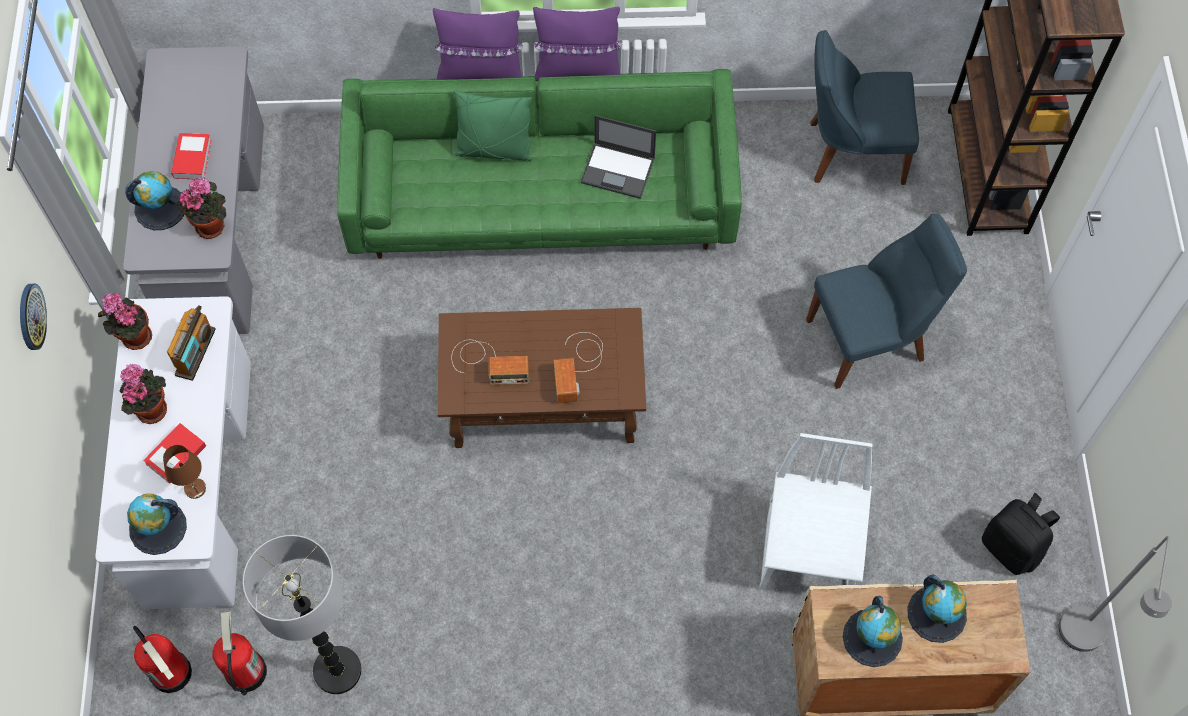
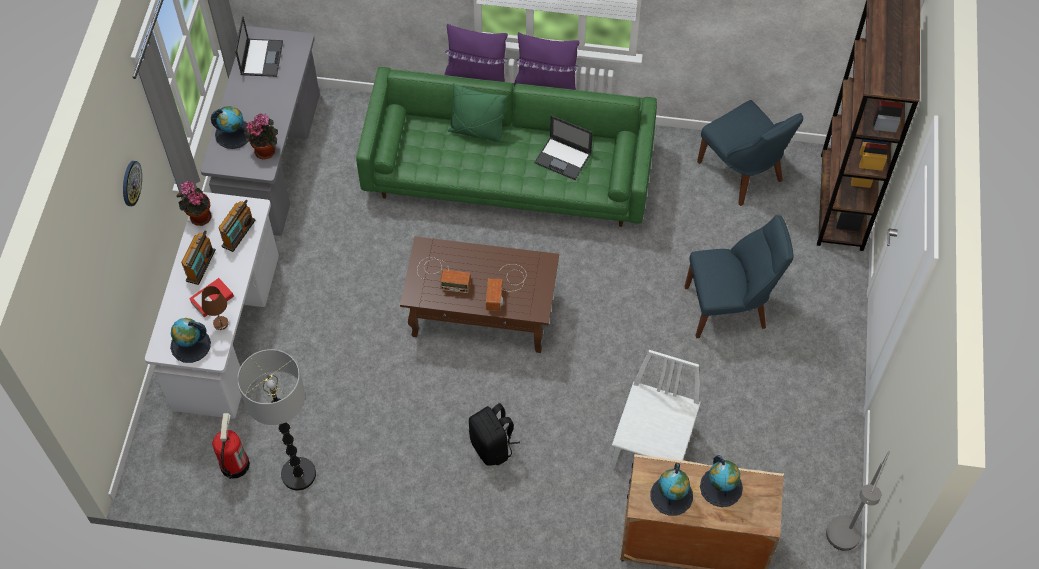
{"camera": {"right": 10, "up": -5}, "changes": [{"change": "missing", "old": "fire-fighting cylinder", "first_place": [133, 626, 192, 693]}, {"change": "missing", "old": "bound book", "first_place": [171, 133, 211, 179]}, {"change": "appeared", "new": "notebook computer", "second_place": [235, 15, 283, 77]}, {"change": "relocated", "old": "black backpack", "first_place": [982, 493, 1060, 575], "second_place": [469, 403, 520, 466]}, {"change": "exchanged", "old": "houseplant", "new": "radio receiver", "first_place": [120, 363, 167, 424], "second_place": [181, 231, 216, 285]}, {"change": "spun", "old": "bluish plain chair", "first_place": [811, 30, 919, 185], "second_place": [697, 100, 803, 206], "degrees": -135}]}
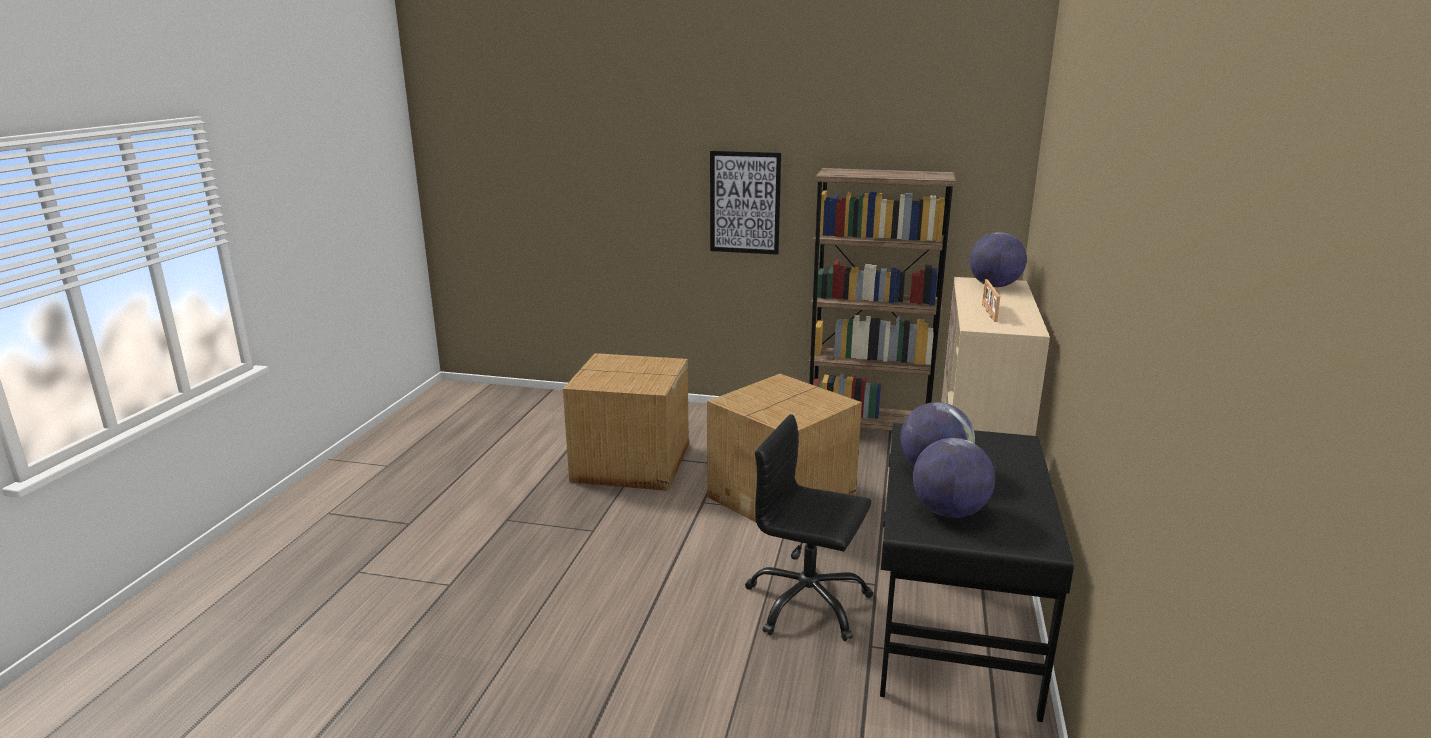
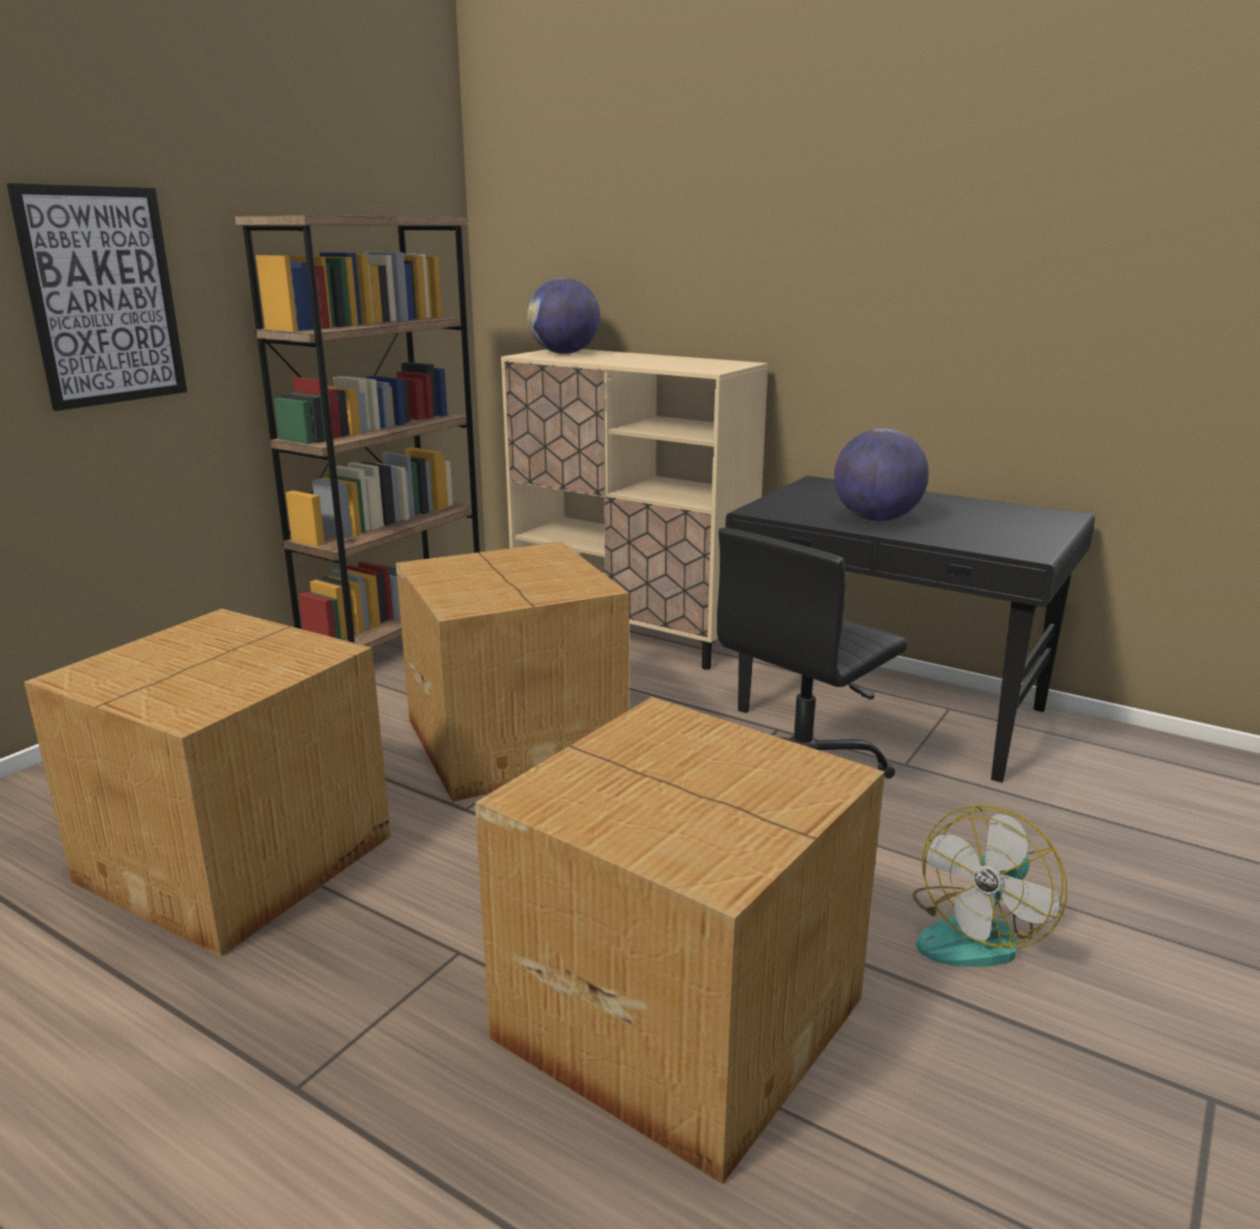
{"camera": {"right": -70, "up": 0}, "changes": [{"change": "missing", "old": "globe", "first_place": [913, 438, 995, 518]}, {"change": "missing", "old": "standing frame", "first_place": [982, 279, 1000, 322]}, {"change": "appeared", "new": "carton", "second_place": [475, 697, 885, 1185]}, {"change": "appeared", "new": "electric fan", "second_place": [913, 804, 1067, 967]}]}
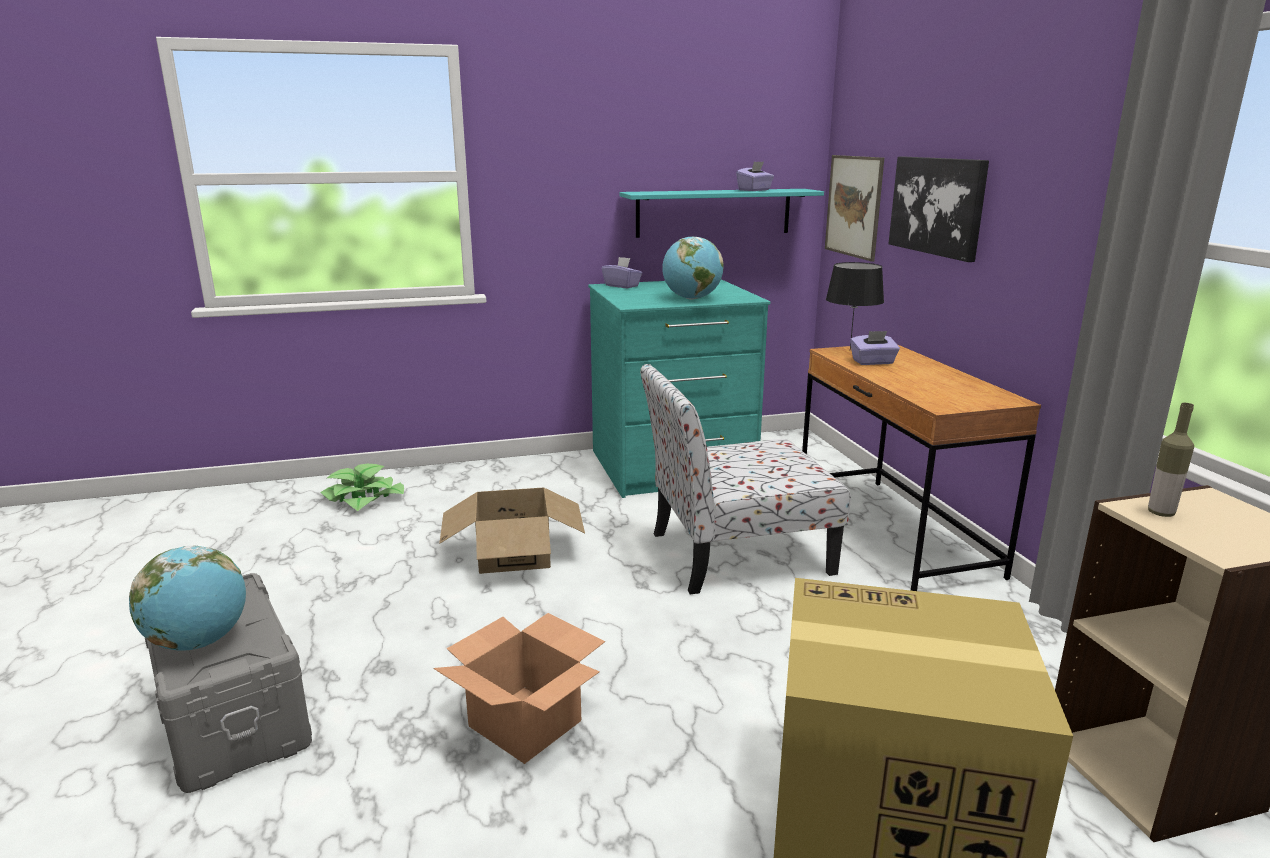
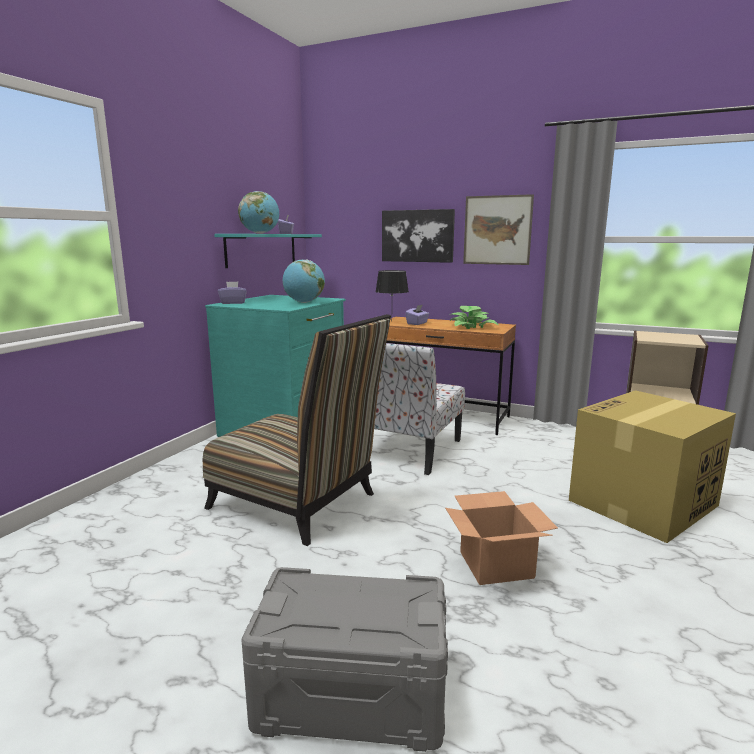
{"camera": {"right": -50, "up": -5}, "changes": [{"change": "missing", "old": "drink bottle", "first_place": [1148, 403, 1194, 517]}, {"change": "relocated", "old": "globe", "first_place": [129, 545, 246, 651], "second_place": [238, 191, 279, 234]}, {"change": "relocated", "old": "houseplant", "first_place": [320, 464, 404, 511], "second_place": [450, 306, 498, 329]}, {"change": "relocated", "old": "wall art", "first_place": [825, 155, 884, 262], "second_place": [463, 194, 534, 265]}, {"change": "exchanged", "old": "carton", "new": "plain chair", "first_place": [439, 487, 585, 574], "second_place": [203, 314, 391, 546]}]}
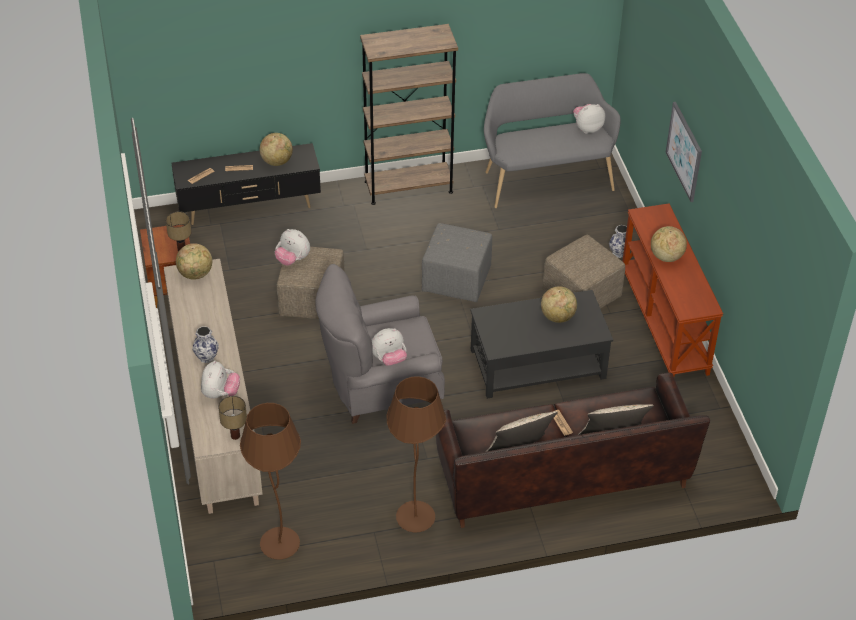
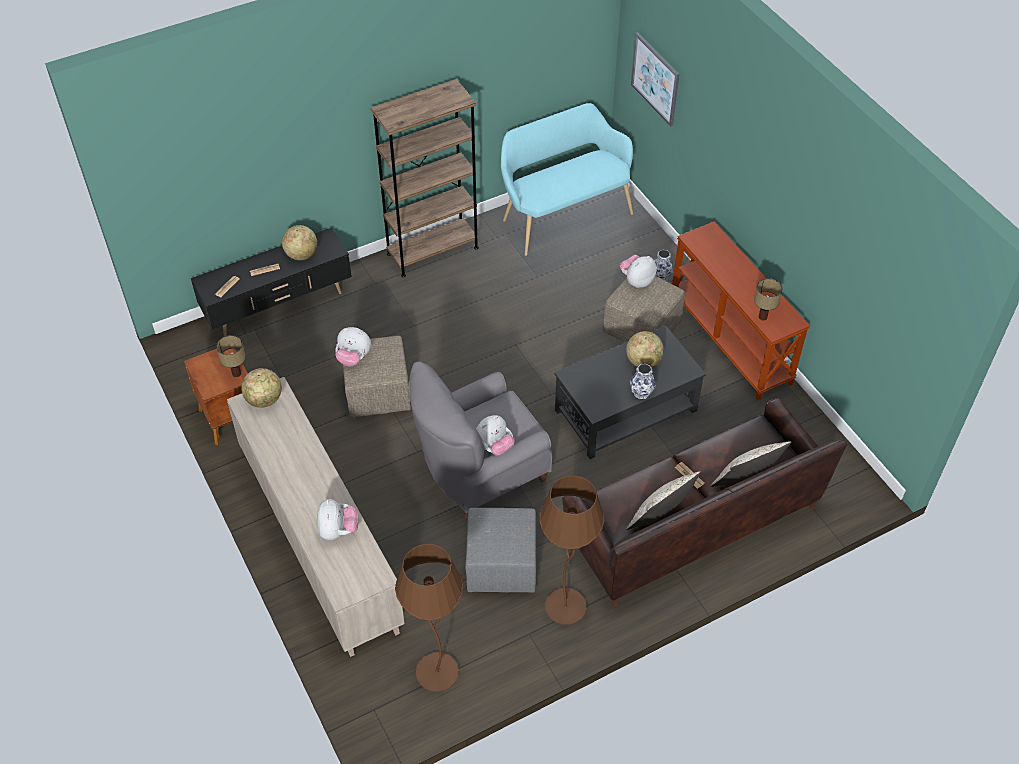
{"camera": {"right": -15, "up": 5}, "changes": [{"change": "missing", "old": "globe", "first_place": [651, 226, 687, 262]}, {"change": "relocated", "old": "decorative vase", "first_place": [192, 326, 219, 363], "second_place": [630, 364, 656, 399]}, {"change": "relocated", "old": "tabletop lamp", "first_place": [218, 396, 247, 440], "second_place": [754, 278, 783, 321]}, {"change": "relocated", "old": "gray ottoman", "first_place": [422, 223, 492, 302], "second_place": [465, 508, 536, 593]}, {"change": "relocated", "old": "plush toy", "first_place": [573, 104, 605, 134], "second_place": [620, 255, 657, 288]}, {"change": "relocated", "old": "wall art", "first_place": [666, 102, 702, 202], "second_place": [631, 32, 679, 127]}, {"change": "colour", "old": "gray long seat", "new": "turquoise long seat", "first_place": [484, 73, 621, 208], "second_place": [501, 103, 633, 256]}]}
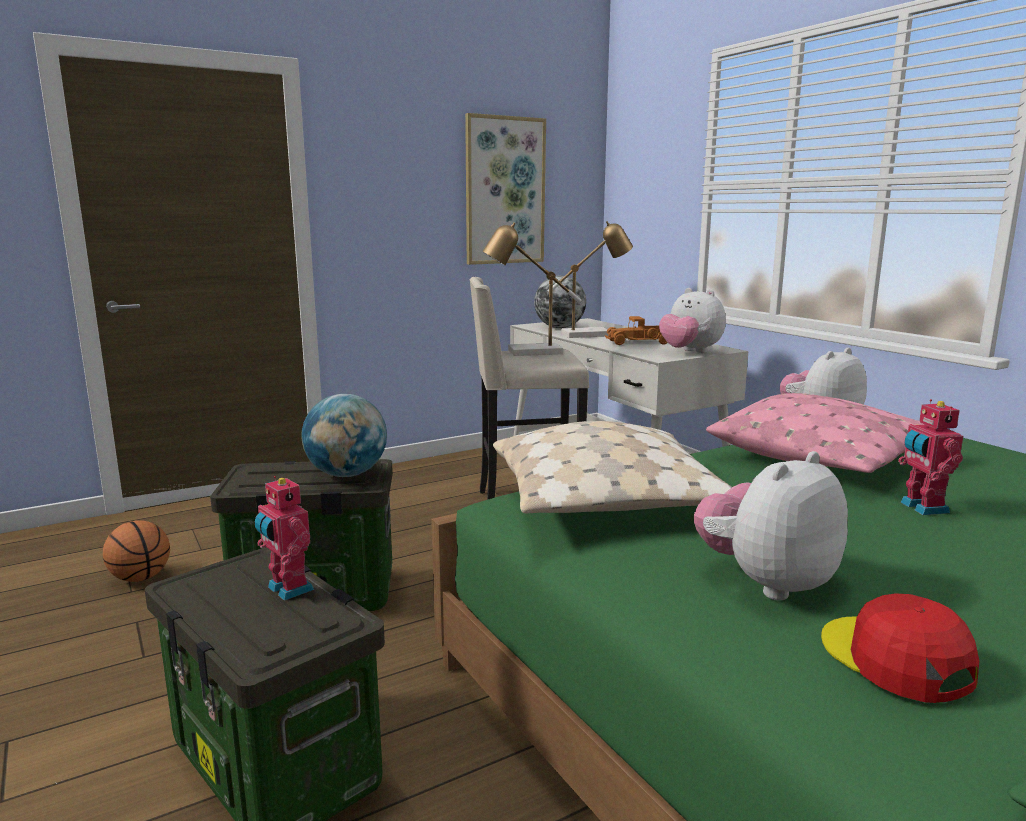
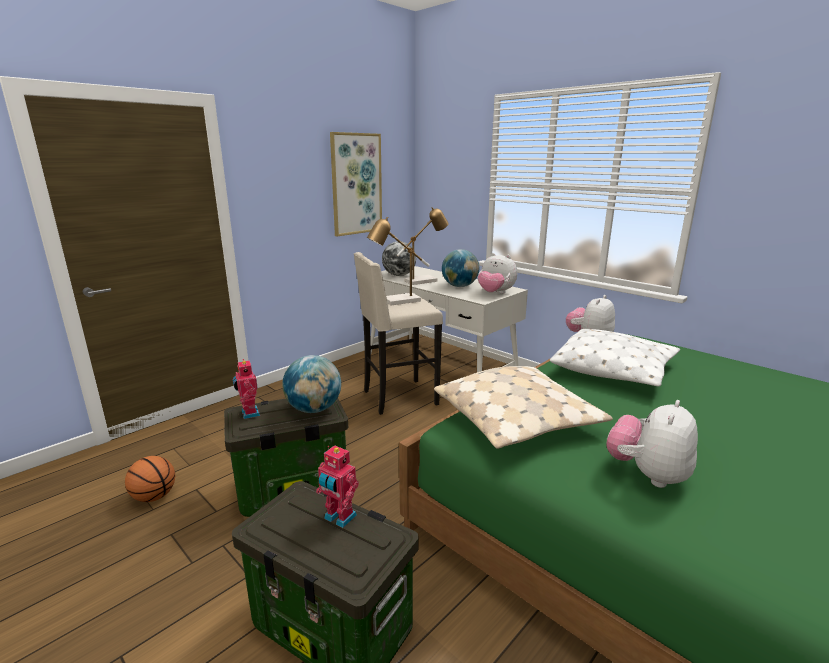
{"camera": {"right": -15, "up": 5}, "changes": [{"change": "missing", "old": "reddish baseball cap", "first_place": [821, 593, 979, 703]}, {"change": "relocated", "old": "toy robot", "first_place": [898, 399, 963, 515], "second_place": [233, 359, 260, 419]}, {"change": "exchanged", "old": "toy truck", "new": "globe", "first_place": [605, 316, 668, 345], "second_place": [442, 249, 479, 287]}, {"change": "colour", "old": "pinkish throw pillow", "new": "whitish throw pillow", "first_place": [706, 393, 924, 473], "second_place": [550, 329, 680, 386]}]}
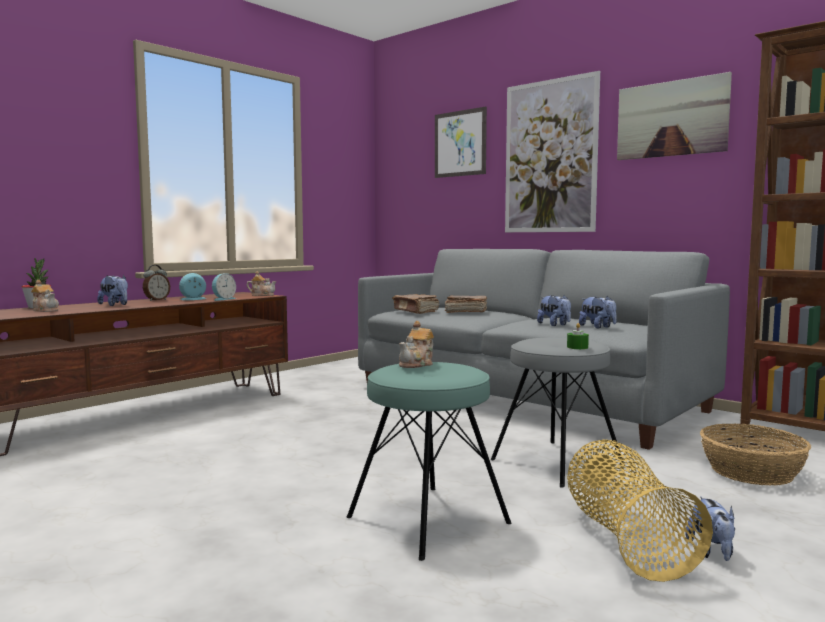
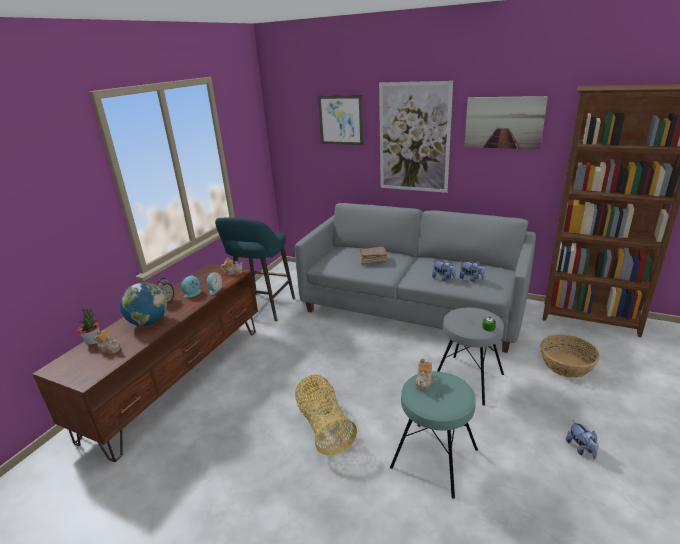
{"camera": {"right": -15, "up": 20}, "changes": [{"change": "missing", "old": "brownish bound book", "first_place": [392, 294, 439, 314]}, {"change": "appeared", "new": "turquoise sitting stool", "second_place": [215, 217, 295, 321]}, {"change": "relocated", "old": "basket", "first_place": [567, 439, 713, 582], "second_place": [295, 375, 357, 455]}, {"change": "exchanged", "old": "plush toy", "new": "globe", "first_place": [97, 275, 128, 306], "second_place": [120, 282, 167, 326]}]}
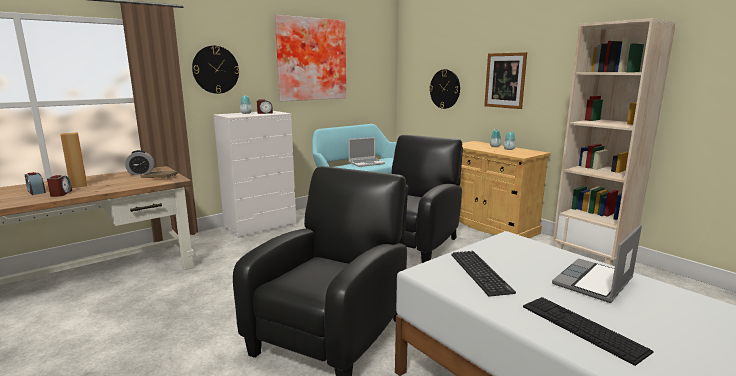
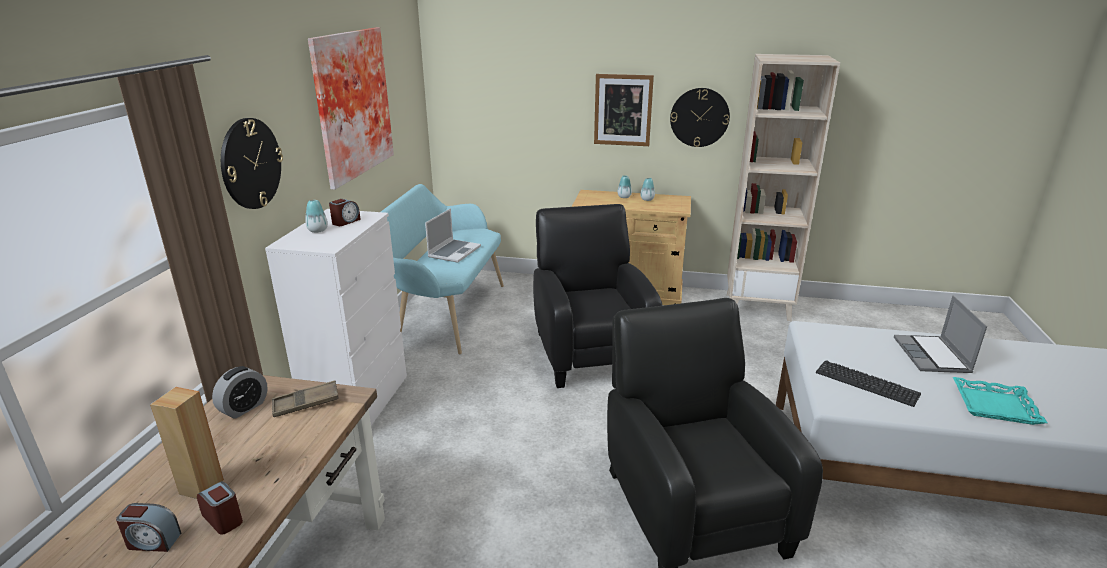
{"camera": {"right": -40, "up": 10}, "changes": [{"change": "relocated", "old": "hanging clock", "first_place": [429, 69, 460, 109], "second_place": [670, 88, 730, 147]}, {"change": "exchanged", "old": "PC keyboard", "new": "turquoise tray", "first_place": [523, 297, 654, 366], "second_place": [953, 377, 1048, 425]}]}
